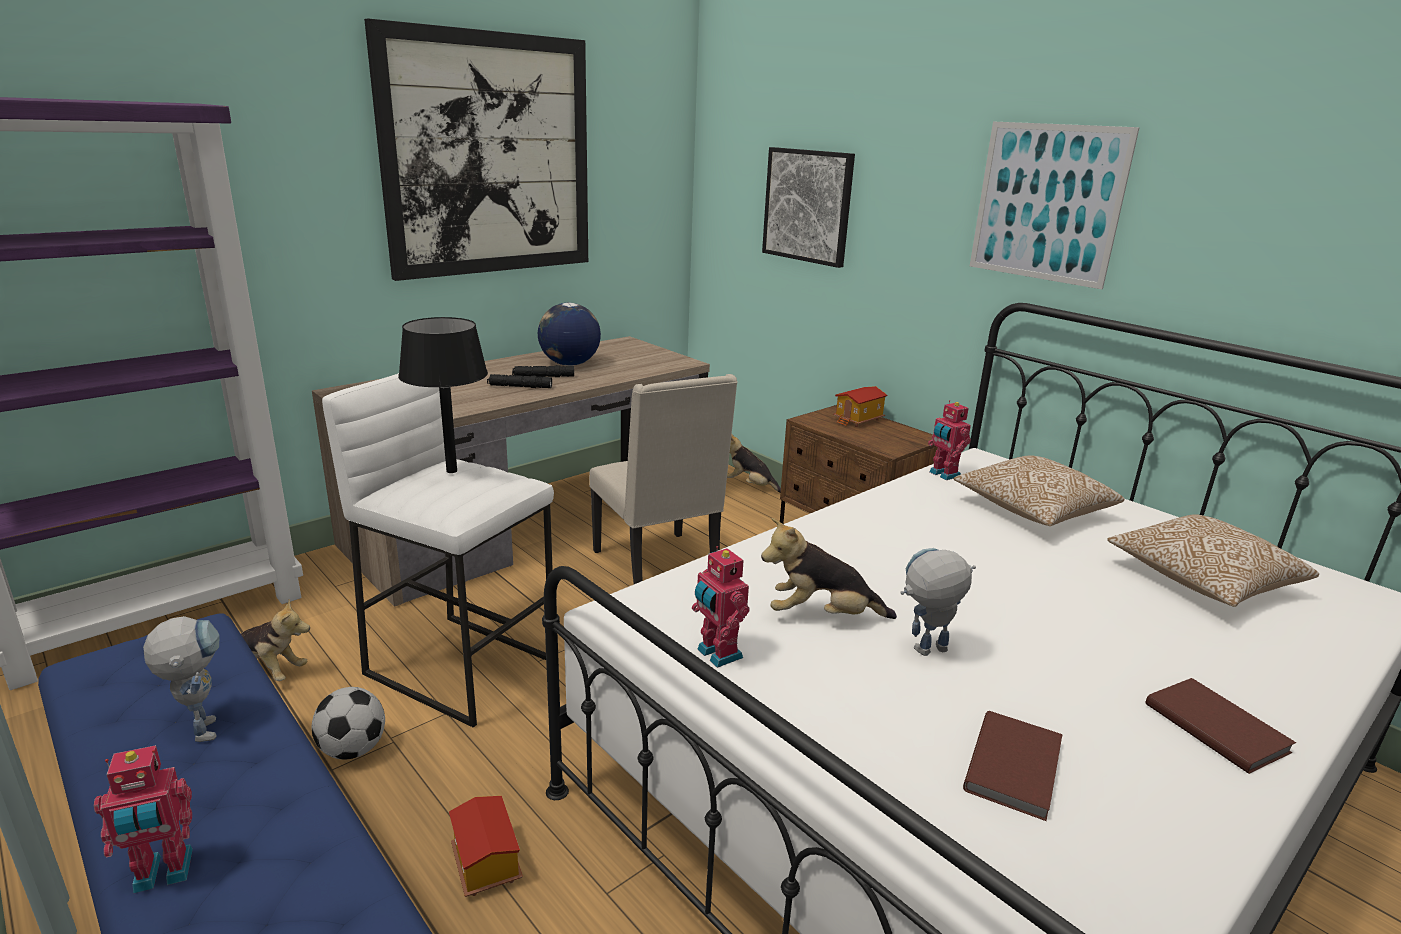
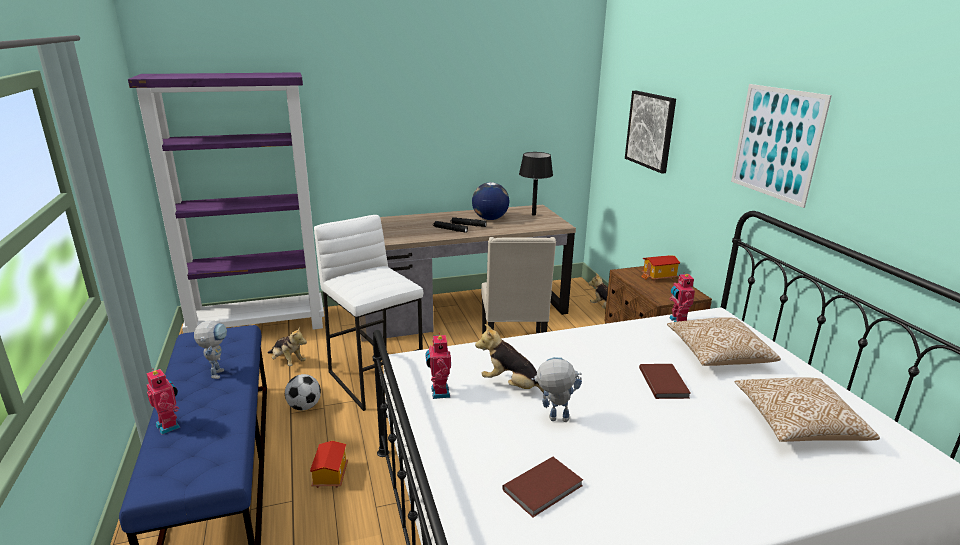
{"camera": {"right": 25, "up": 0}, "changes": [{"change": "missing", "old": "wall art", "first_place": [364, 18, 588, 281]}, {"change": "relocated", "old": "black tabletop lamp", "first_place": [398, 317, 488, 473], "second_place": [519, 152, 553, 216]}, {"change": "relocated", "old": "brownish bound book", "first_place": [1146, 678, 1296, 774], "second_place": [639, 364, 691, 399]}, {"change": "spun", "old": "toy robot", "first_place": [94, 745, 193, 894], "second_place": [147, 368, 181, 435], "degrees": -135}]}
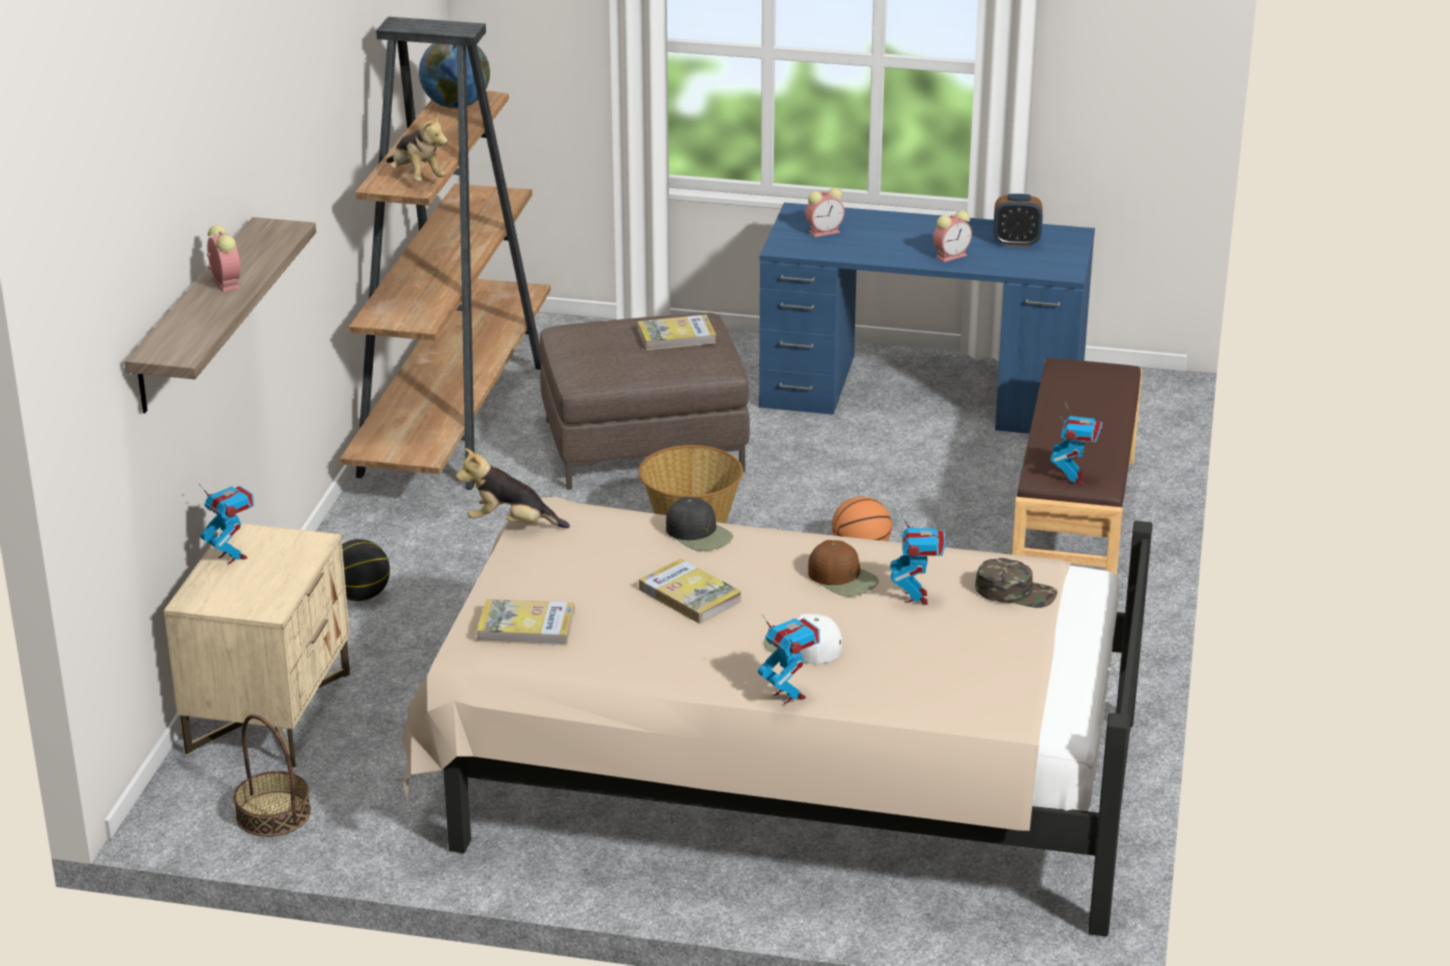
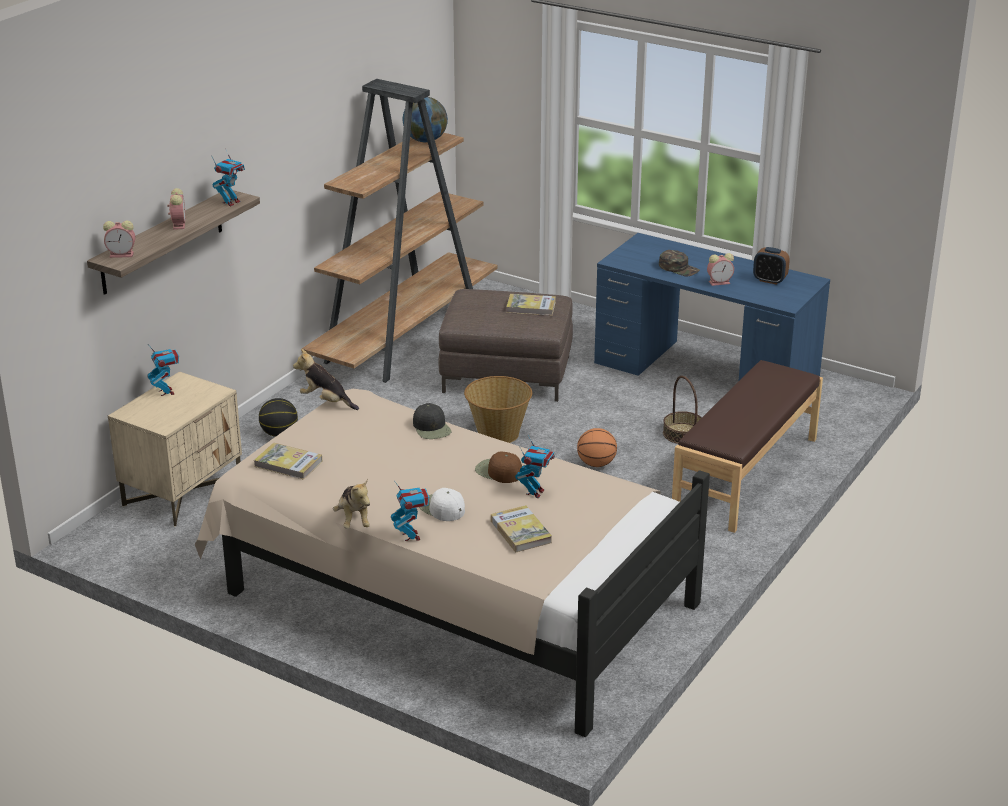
{"camera": {"right": 20, "up": 0}, "changes": [{"change": "relocated", "old": "basket", "first_place": [233, 714, 311, 837], "second_place": [663, 376, 702, 444]}, {"change": "relocated", "old": "plush toy", "first_place": [386, 113, 448, 181], "second_place": [333, 479, 370, 529]}, {"change": "relocated", "old": "bound book", "first_place": [639, 558, 742, 624], "second_place": [491, 505, 552, 552]}, {"change": "relocated", "old": "alarm clock", "first_place": [805, 188, 845, 237], "second_place": [103, 221, 135, 258]}, {"change": "relocated", "old": "green-coloured baseball cap", "first_place": [975, 558, 1057, 608], "second_place": [659, 250, 700, 276]}, {"change": "relocated", "old": "toy robot", "first_place": [1050, 402, 1103, 486], "second_place": [211, 150, 245, 206]}, {"change": "spun", "old": "brownish baseball cap", "first_place": [808, 540, 879, 596], "second_place": [475, 452, 522, 483], "degrees": 150}]}
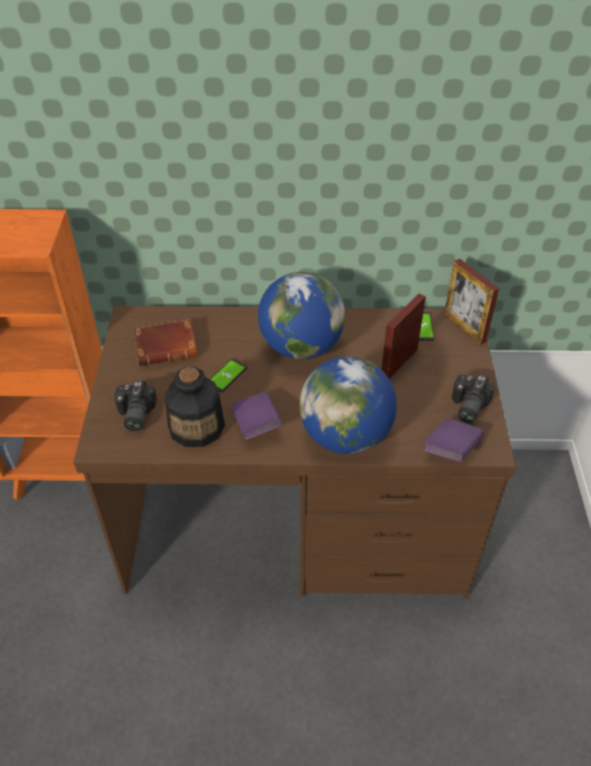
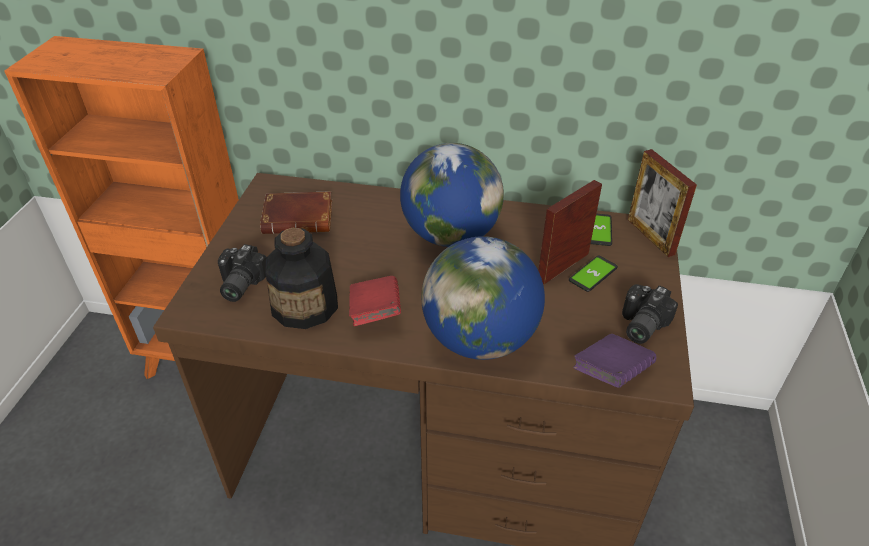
{"camera": {"right": 10, "up": -5}, "changes": [{"change": "relocated", "old": "phone", "first_place": [210, 359, 247, 392], "second_place": [569, 256, 618, 292]}, {"change": "colour", "old": "purple-coloured bound book", "new": "reddish bound book", "first_place": [231, 392, 282, 440], "second_place": [349, 276, 401, 326]}]}
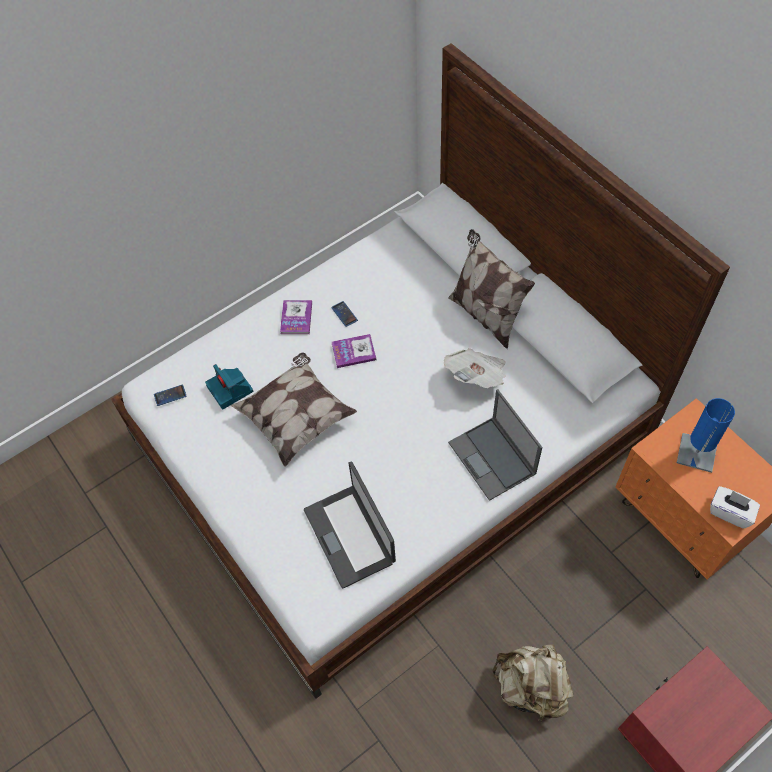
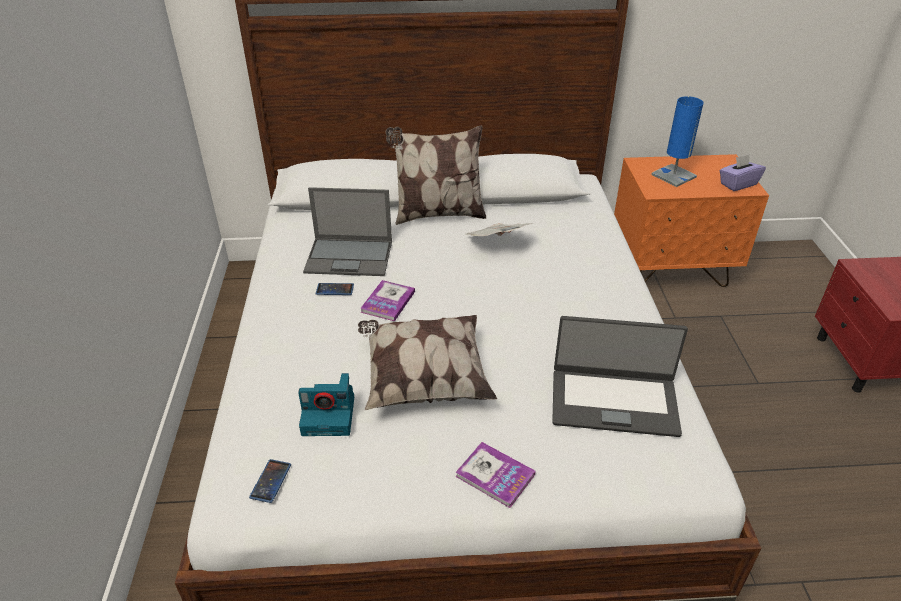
{"camera": {"right": -60, "up": -20}, "changes": [{"change": "missing", "old": "beige backpack", "first_place": [492, 644, 573, 724]}, {"change": "relocated", "old": "bound book", "first_place": [280, 300, 312, 334], "second_place": [455, 442, 536, 508]}, {"change": "relocated", "old": "notebook computer", "first_place": [448, 389, 542, 501], "second_place": [303, 187, 392, 276]}, {"change": "colour", "old": "whitish tissue holder", "new": "purple-coloured tissue holder", "first_place": [710, 486, 760, 529], "second_place": [720, 154, 766, 191]}]}
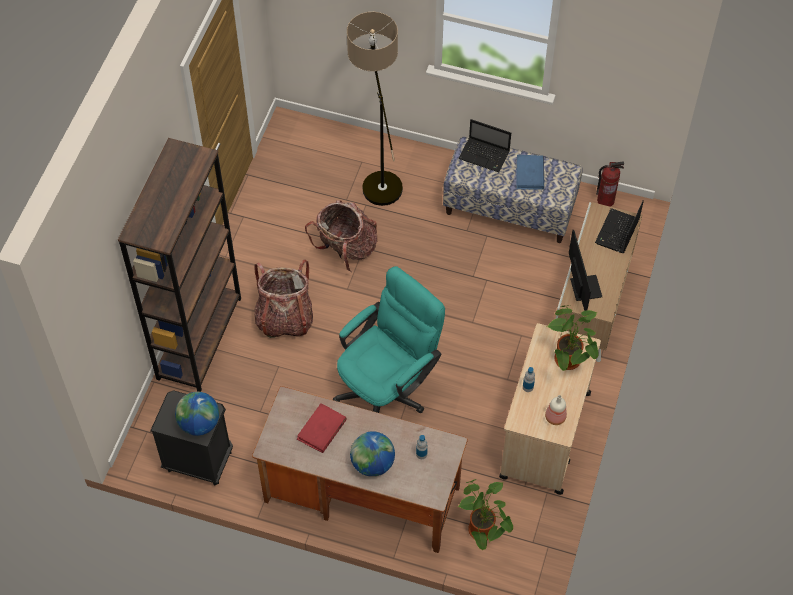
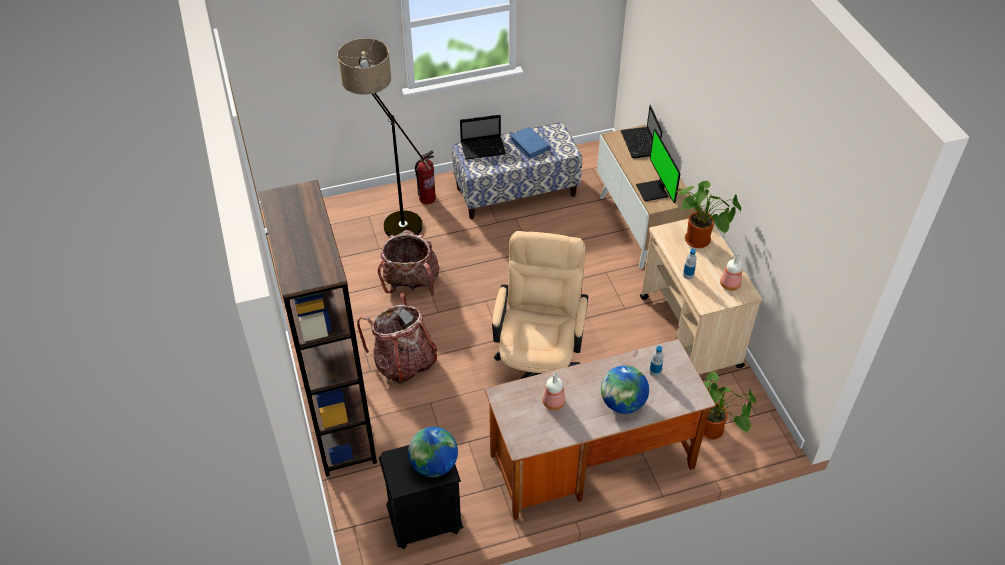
{"camera": {"right": -35, "up": -10}, "changes": [{"change": "relocated", "old": "fire-fighting cylinder", "first_place": [596, 161, 624, 207], "second_place": [415, 150, 436, 204]}, {"change": "exchanged", "old": "reddish bound book", "new": "drink bottle", "first_place": [297, 403, 347, 453], "second_place": [542, 373, 566, 410]}, {"change": "colour", "old": "turquoise desk chair", "new": "beige desk chair", "first_place": [333, 266, 445, 413], "second_place": [492, 231, 588, 379]}, {"change": "spun", "old": "computer display", "first_place": [569, 230, 602, 311], "second_place": [636, 129, 680, 203], "degrees": -150}]}
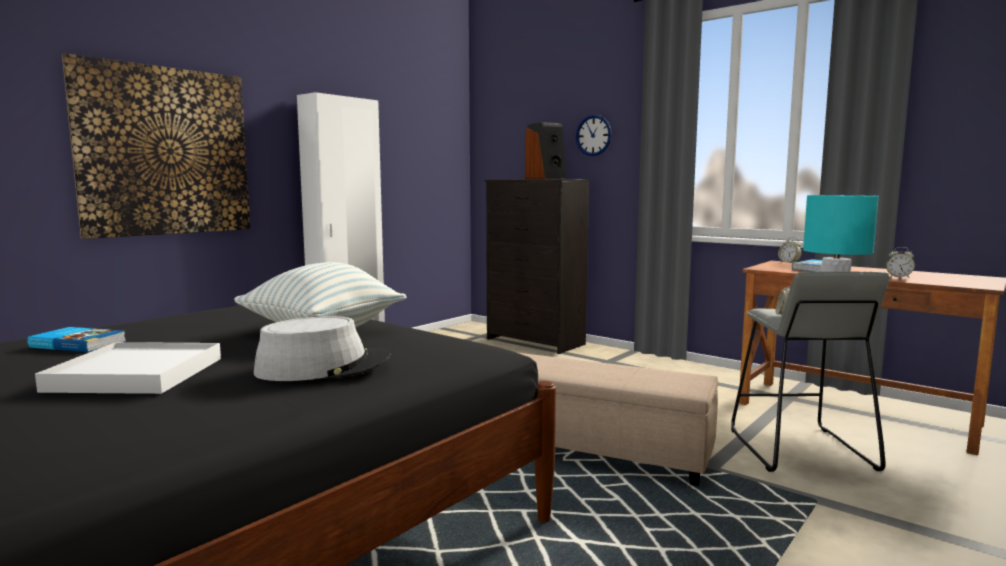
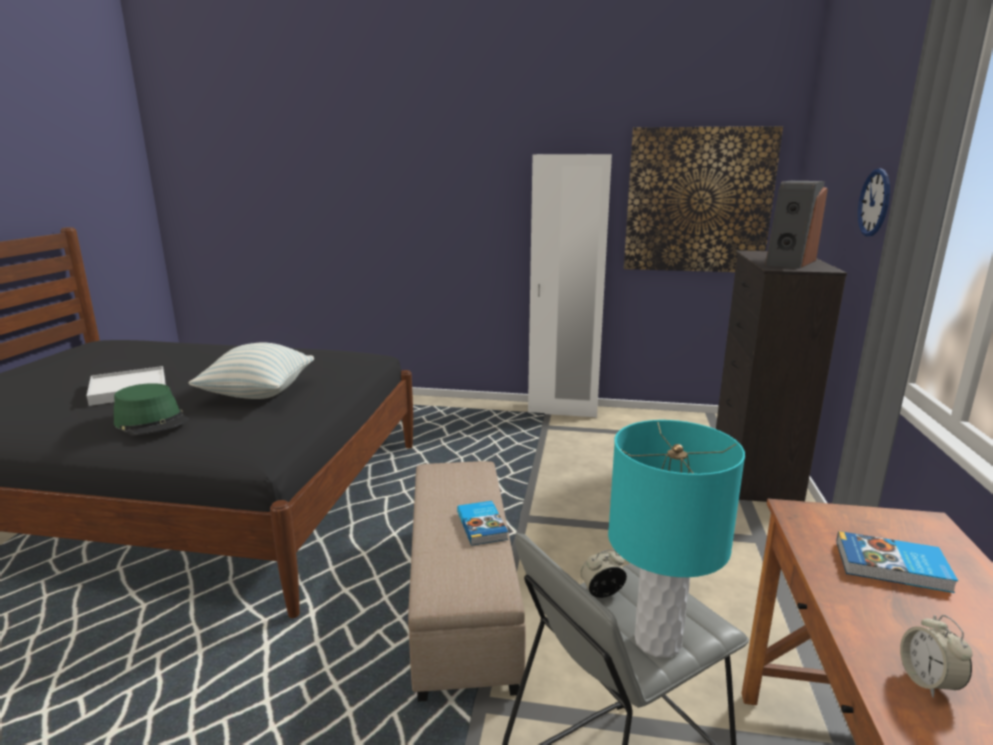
{"camera": {"right": 60, "up": 10}, "changes": [{"change": "missing", "old": "alarm clock", "first_place": [778, 237, 802, 263]}, {"change": "relocated", "old": "bound book", "first_place": [27, 327, 126, 352], "second_place": [457, 501, 508, 546]}, {"change": "relocated", "old": "wall art", "first_place": [62, 53, 250, 239], "second_place": [624, 126, 783, 272]}, {"change": "colour", "old": "gray clothing hat", "new": "green-coloured clothing hat", "first_place": [253, 316, 391, 381], "second_place": [114, 383, 189, 435]}]}
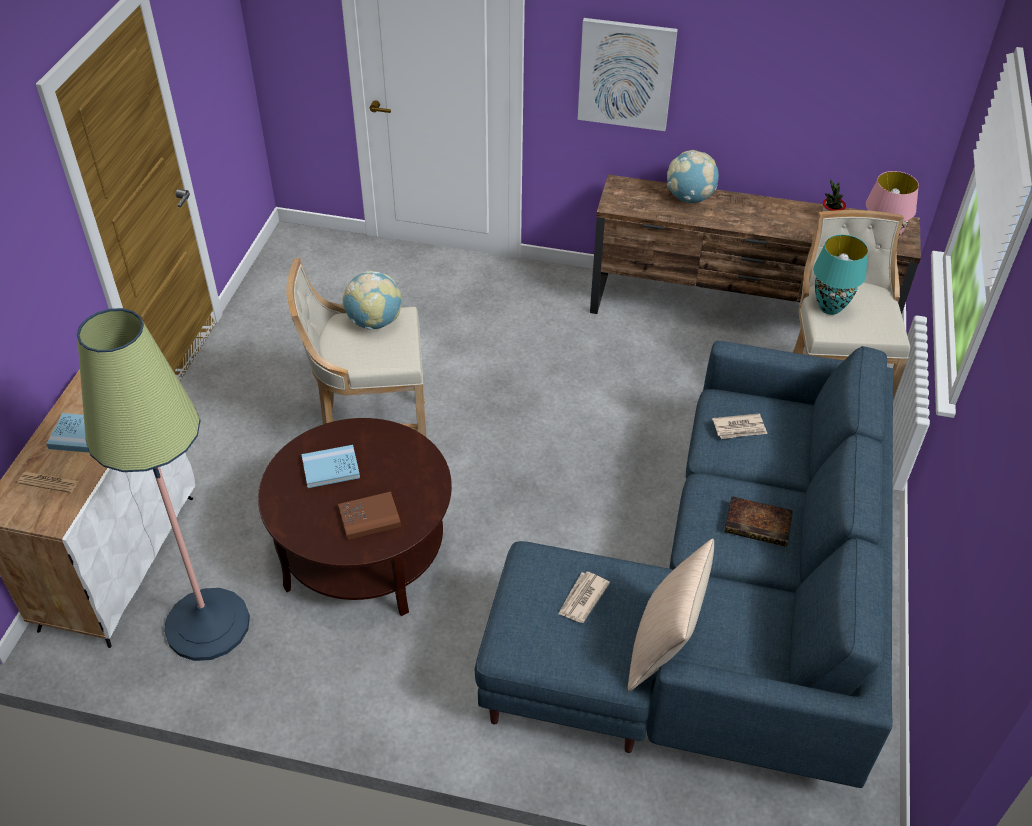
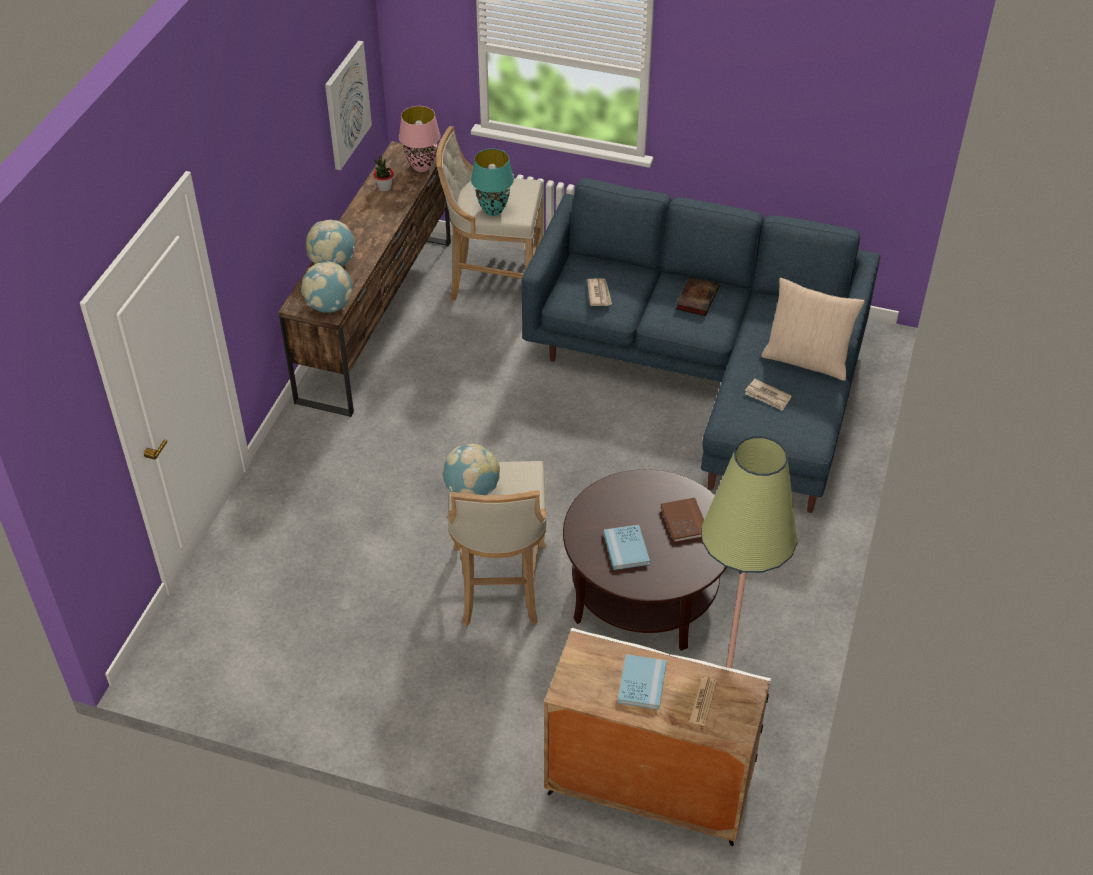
{"camera": {"right": -85, "up": 0}, "changes": [{"change": "appeared", "new": "globe", "second_place": [301, 261, 352, 313]}, {"change": "relocated", "old": "wall art", "first_place": [578, 18, 678, 131], "second_place": [325, 41, 372, 170]}]}
